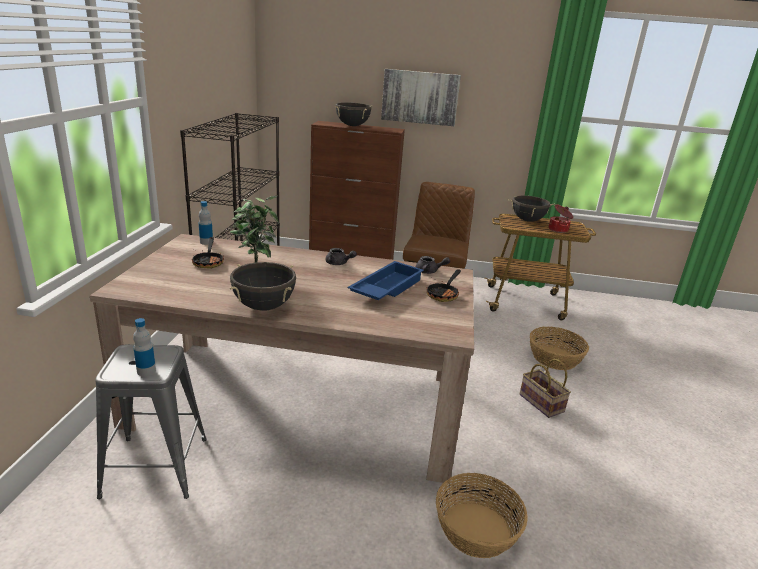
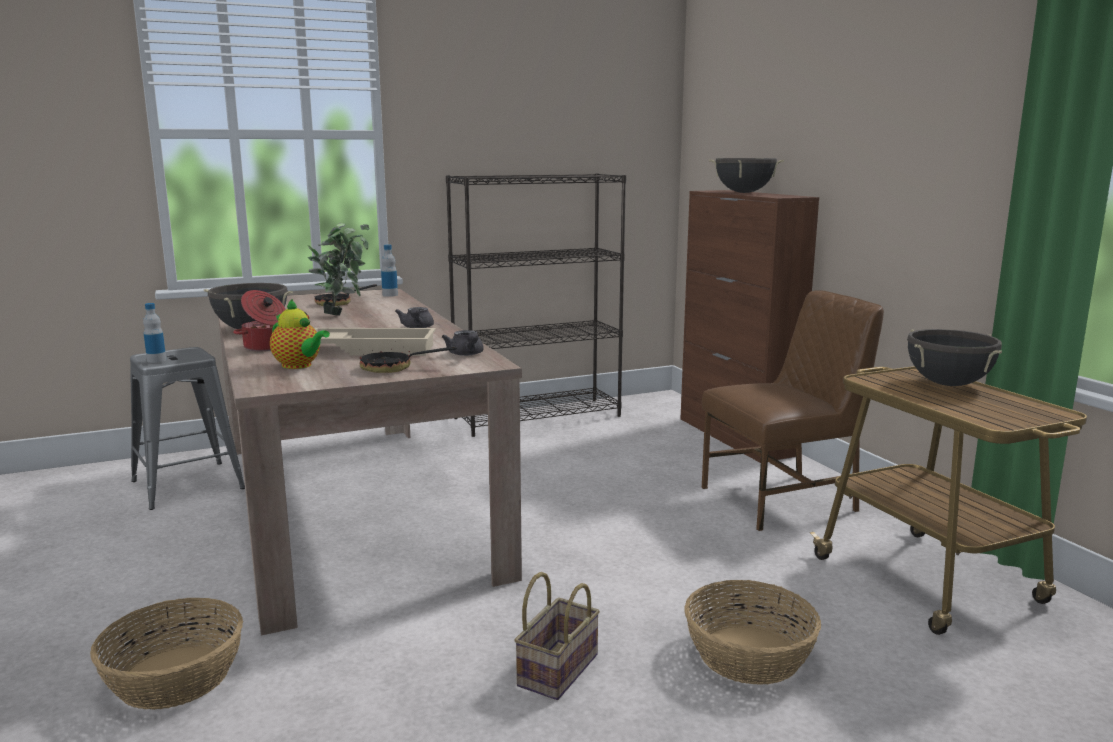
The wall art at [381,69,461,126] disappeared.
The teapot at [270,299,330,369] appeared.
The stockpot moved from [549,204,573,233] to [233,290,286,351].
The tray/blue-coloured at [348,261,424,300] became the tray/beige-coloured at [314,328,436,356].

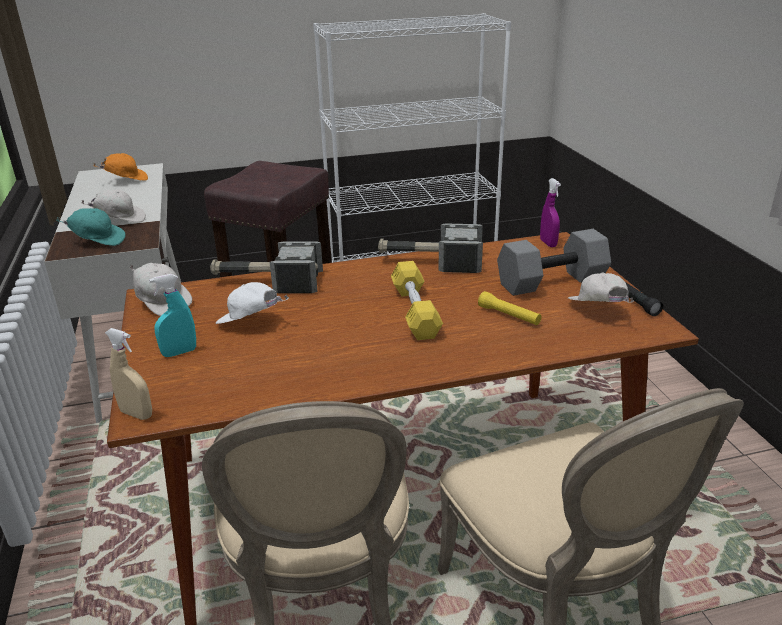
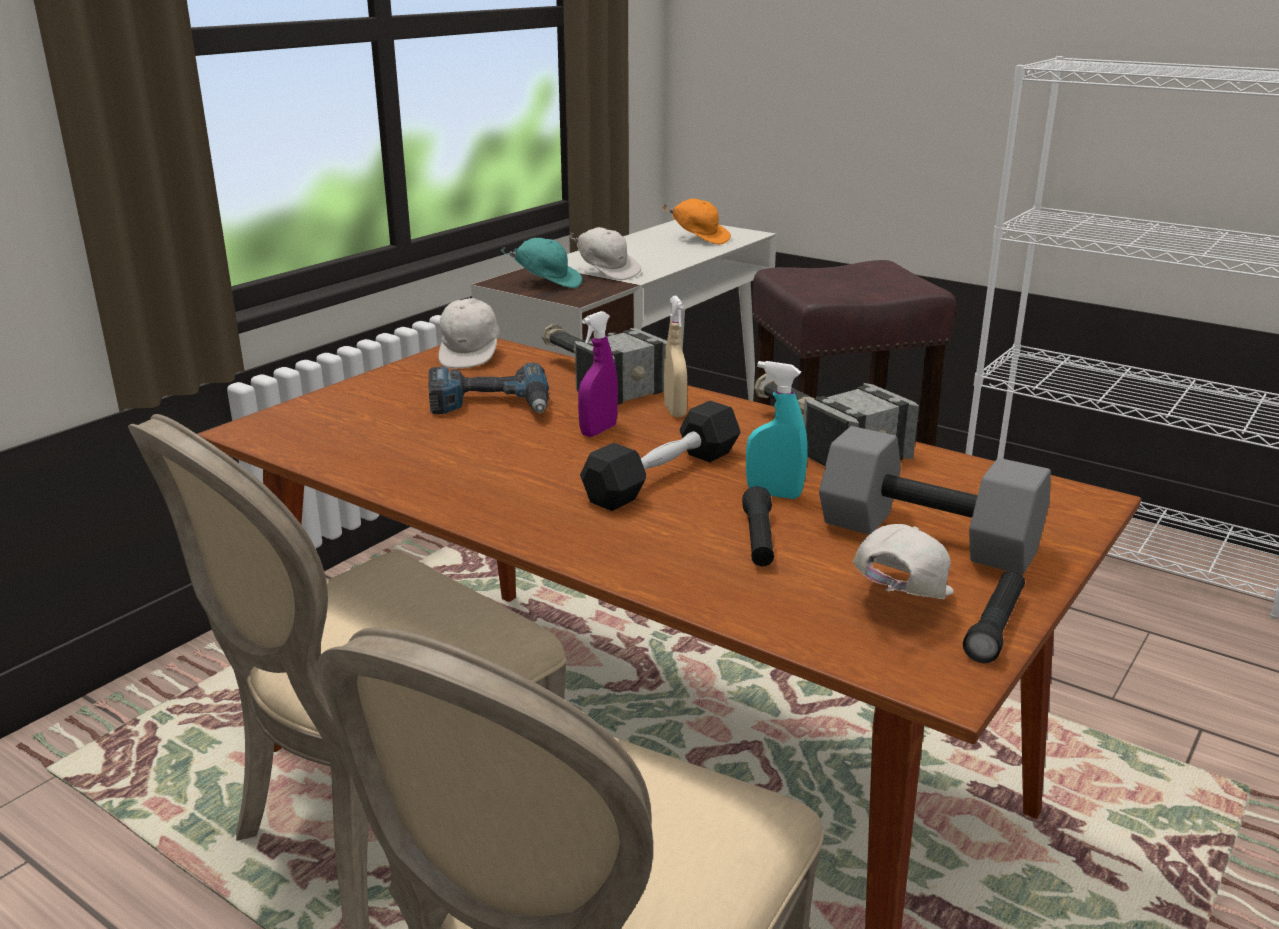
The spray bottle/beige-coloured moved from [105,328,152,420] to [664,296,687,417].
The spray bottle/blue-green moved from [149,274,196,357] to [746,361,808,499].
The spray bottle/purple-coloured moved from [540,178,561,247] to [578,311,618,437].
The peaked cap/white-coloured at [216,282,289,324] was replaced by the drill at [429,363,549,414].
The dumbbell/yellow-coloured at [391,261,443,340] became the dumbbell/blackish at [580,401,740,511].
The hand torch/yellow-coloured at [478,291,542,325] became the hand torch/blackish at [742,486,774,566].
The peaked cap/blue-green at [56,208,126,246] turned 45 degrees counterclockwise.

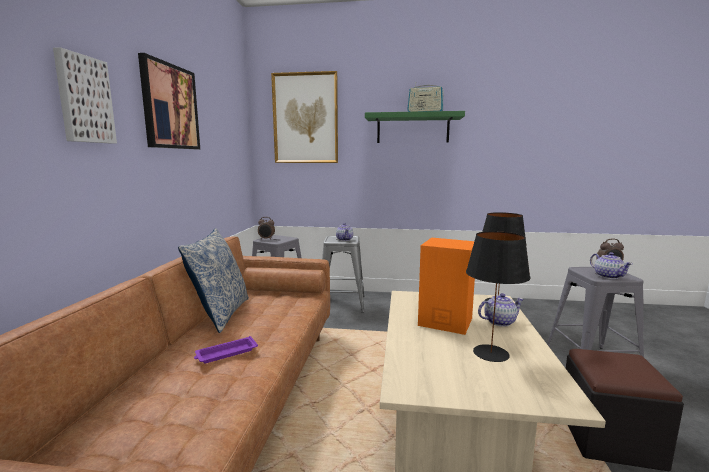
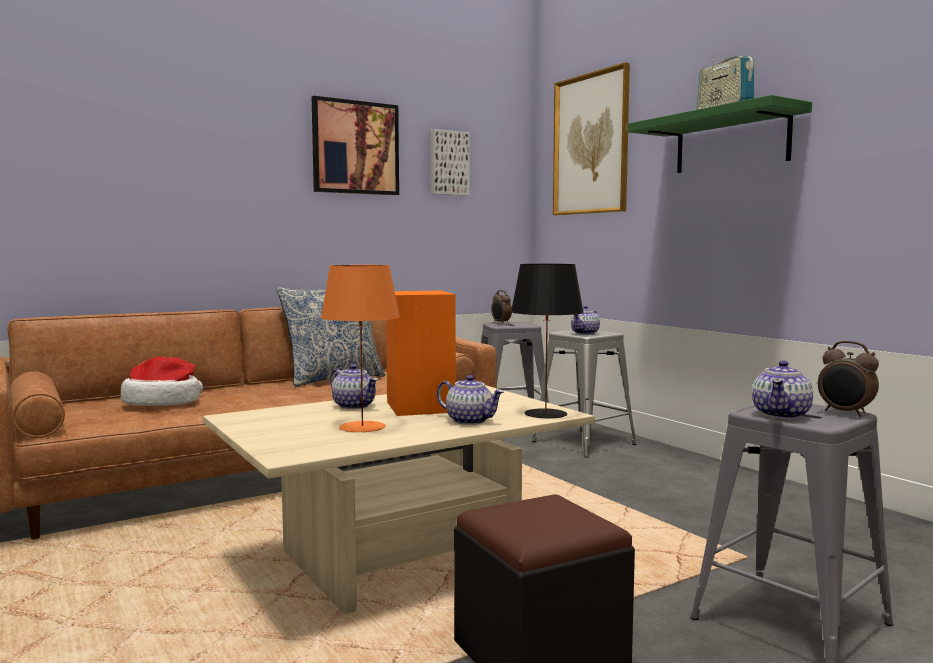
The tray/purple-coloured at [194,336,258,363] disappeared.
The hat at [121,356,203,406] appeared.
The teapot at [330,364,378,409] appeared.
The wall art moved from [53,47,117,143] to [431,129,470,196].
The tabletop lamp/blackish at [466,231,530,362] became the tabletop lamp/orangey at [321,265,400,432].

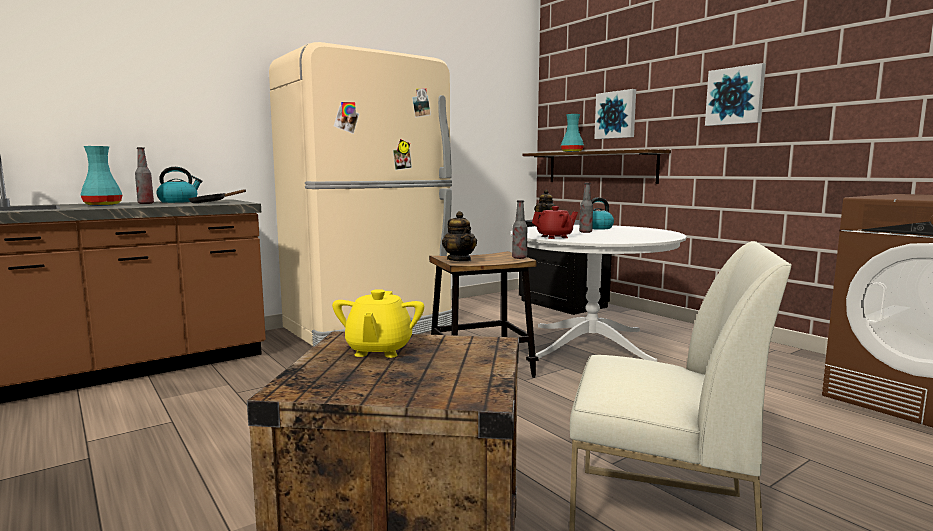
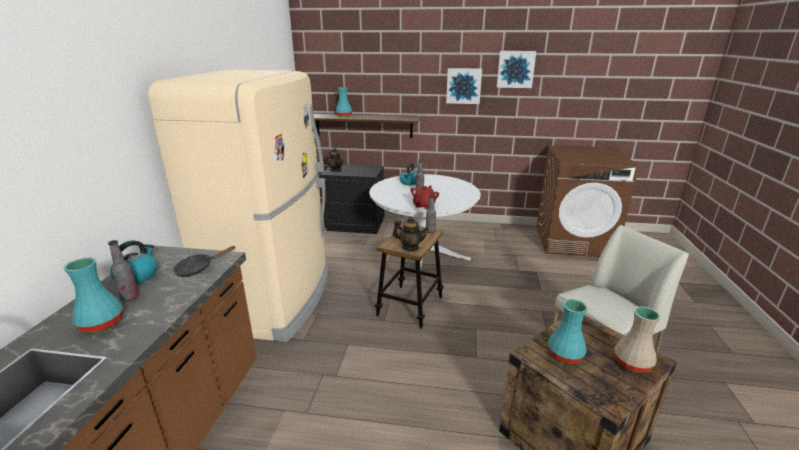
The vase/beige-coloured at [614,306,661,372] appeared.
The wall art moved from [594,89,636,139] to [497,51,536,88].
The teapot/yellow-coloured at [332,289,424,358] was replaced by the vase/blue-green at [548,299,588,363].

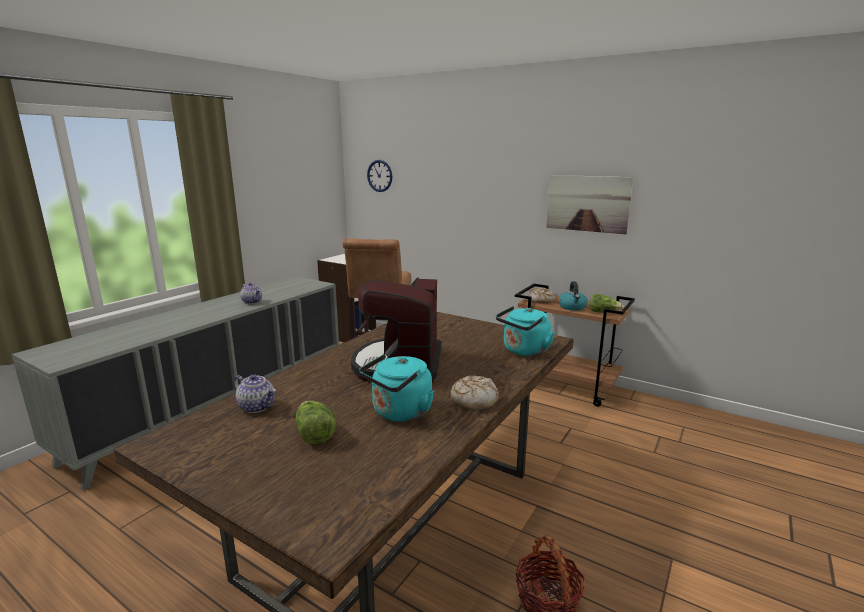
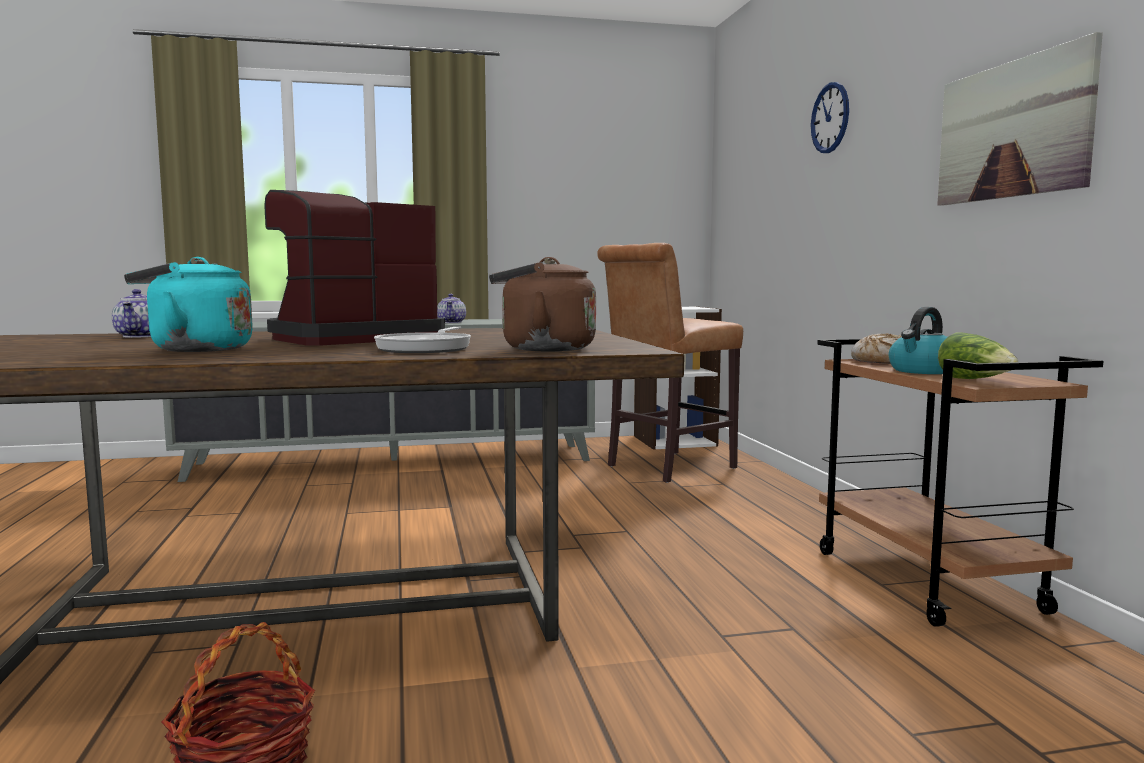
The head of lettuce at [295,401,337,444] disappeared.
The baked bread at [451,376,498,410] disappeared.
The pan at [374,327,471,353] appeared.
The hanging clock moved from [367,160,392,192] to [811,82,849,153].
The tea kettle/blue-green at [496,306,555,356] became the tea kettle/brown at [489,257,596,351].

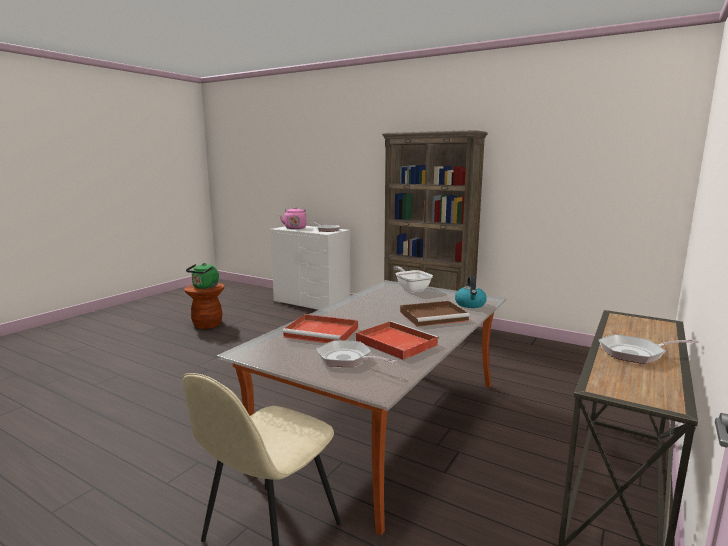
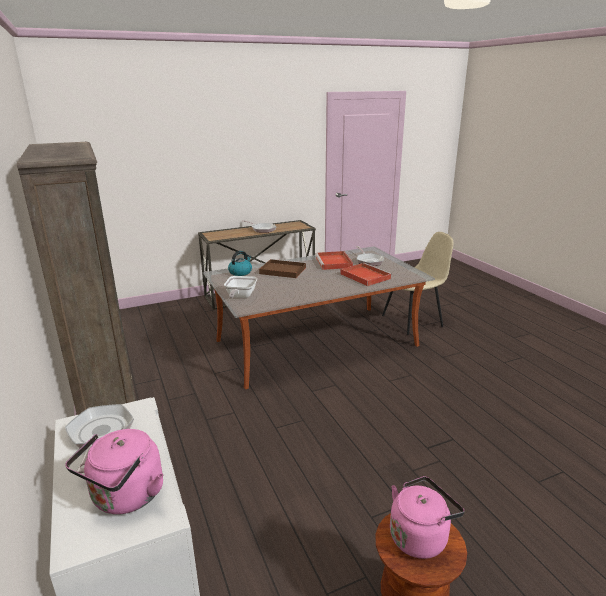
The tea kettle/greenish at [186,263,219,289] became the tea kettle/pink-coloured at [390,476,464,559].

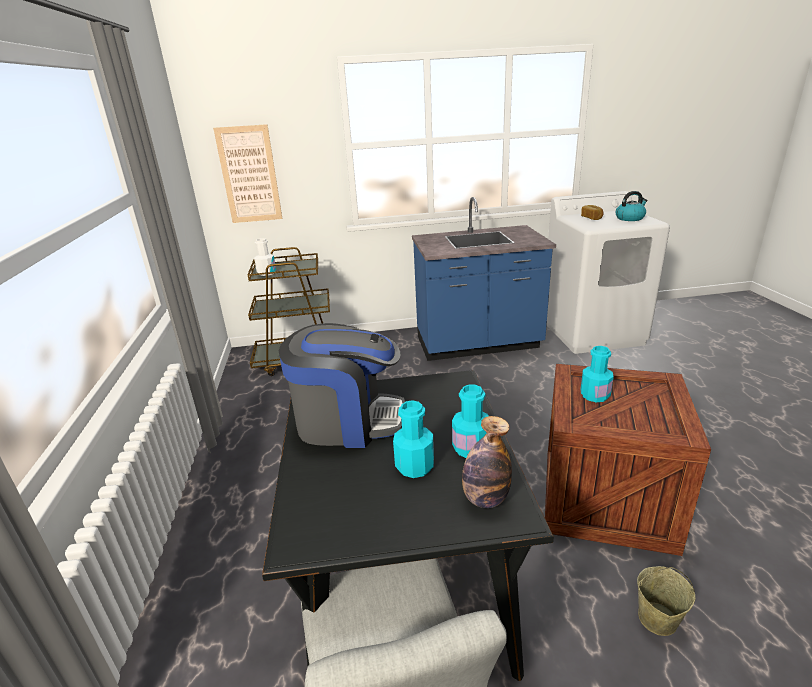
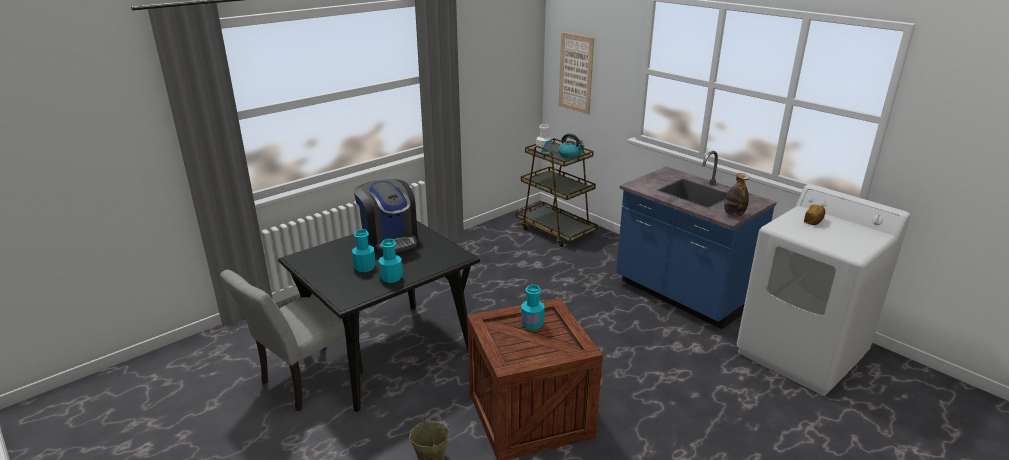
The beverage bottle moved from [462,416,512,508] to [724,173,749,217].
The tea kettle moved from [616,191,648,221] to [558,133,584,159].

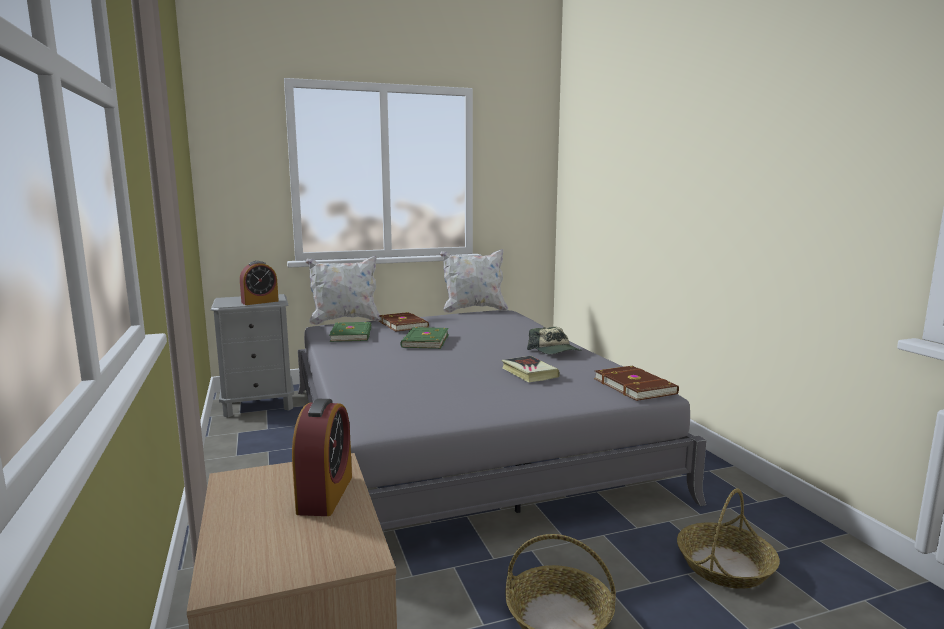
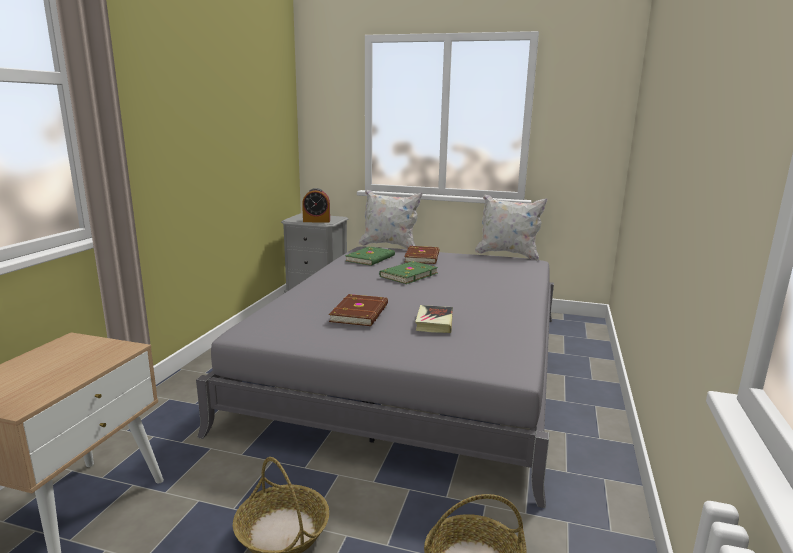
The alarm clock at [292,399,352,516] disappeared.
The peaked cap at [527,327,582,355] disappeared.
The volume/brown moved from [594,366,679,401] to [329,294,388,326].

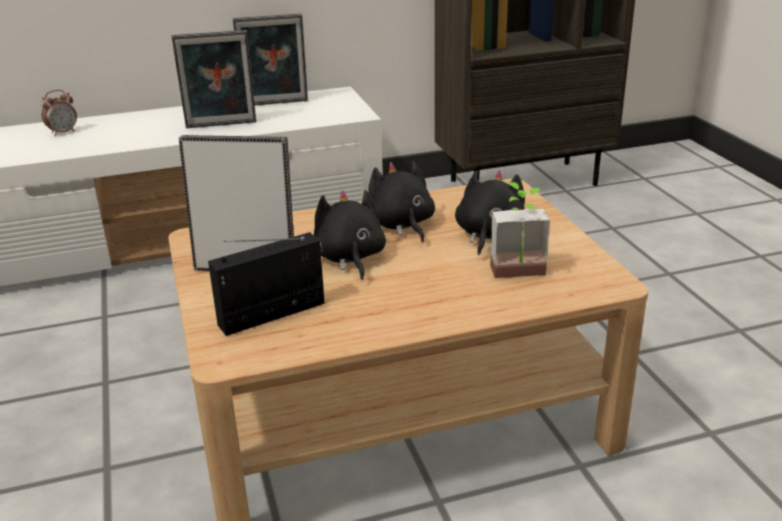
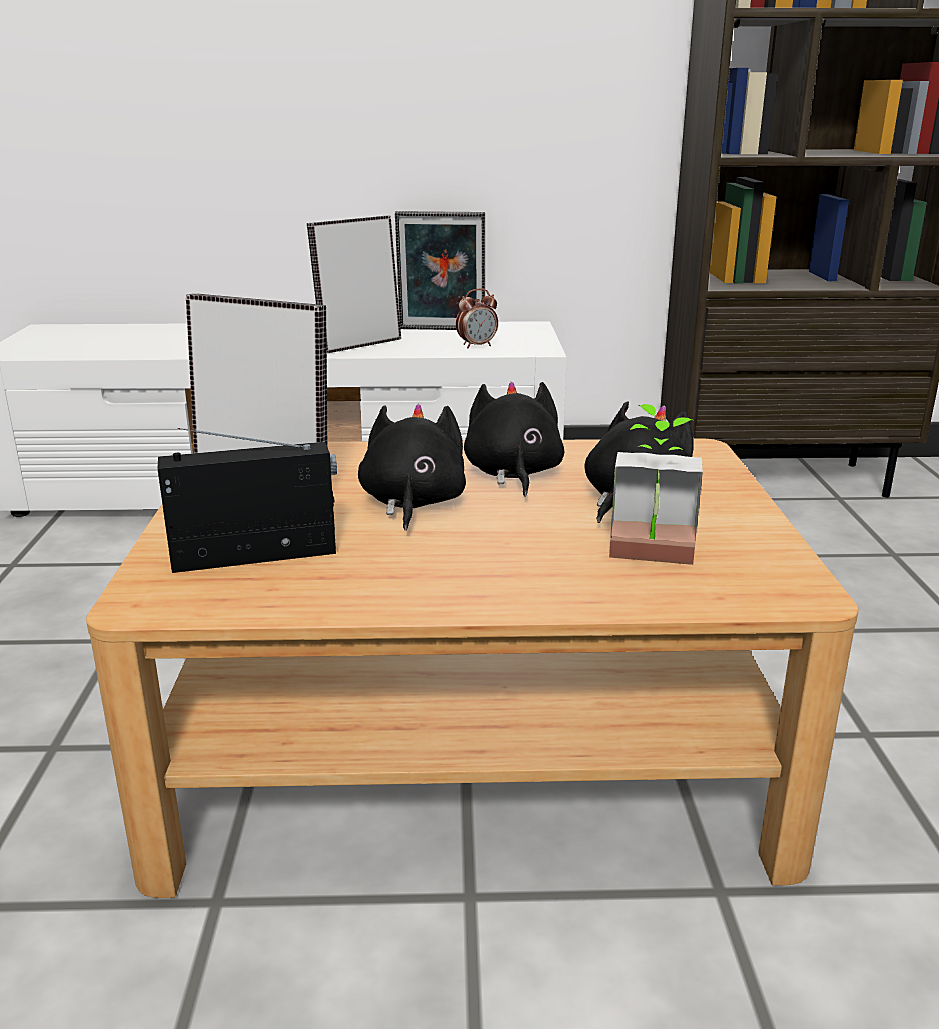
The alarm clock moved from [41,90,77,136] to [456,289,498,348].
The photo frame at [172,30,256,128] turned 135 degrees clockwise.

